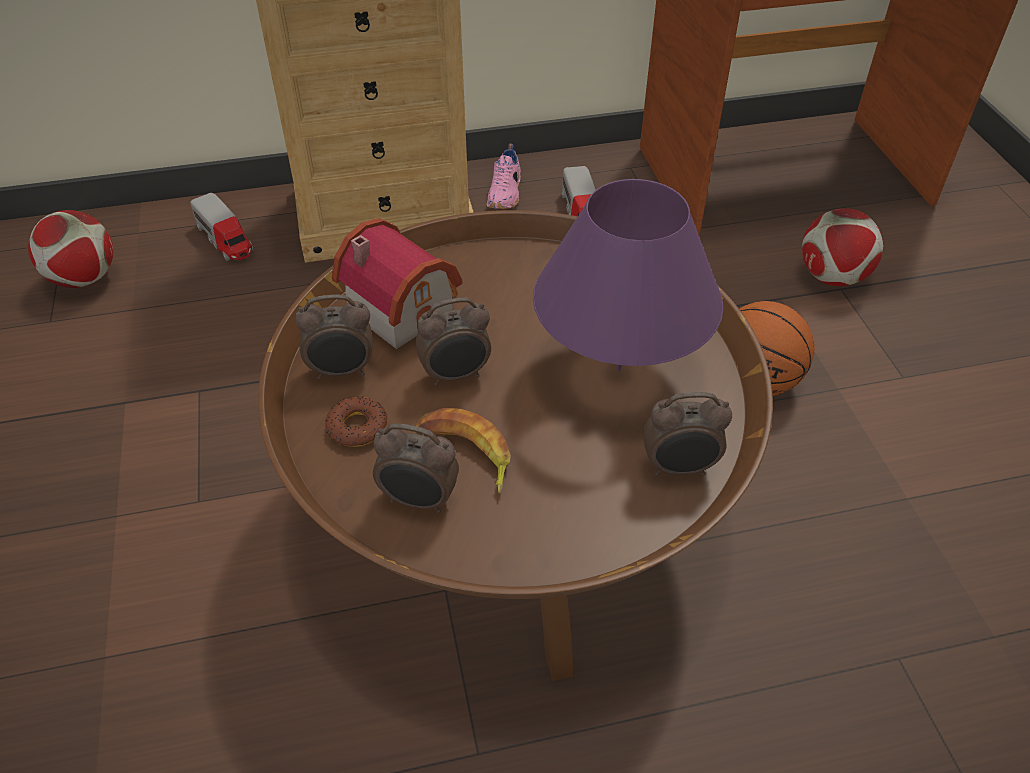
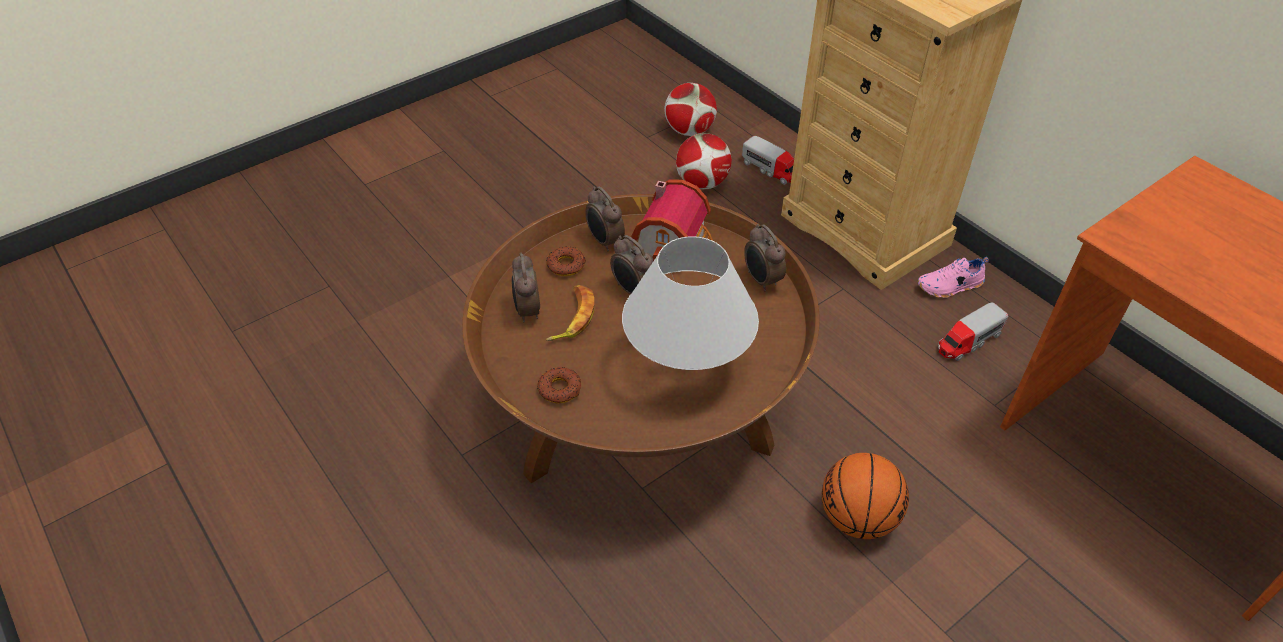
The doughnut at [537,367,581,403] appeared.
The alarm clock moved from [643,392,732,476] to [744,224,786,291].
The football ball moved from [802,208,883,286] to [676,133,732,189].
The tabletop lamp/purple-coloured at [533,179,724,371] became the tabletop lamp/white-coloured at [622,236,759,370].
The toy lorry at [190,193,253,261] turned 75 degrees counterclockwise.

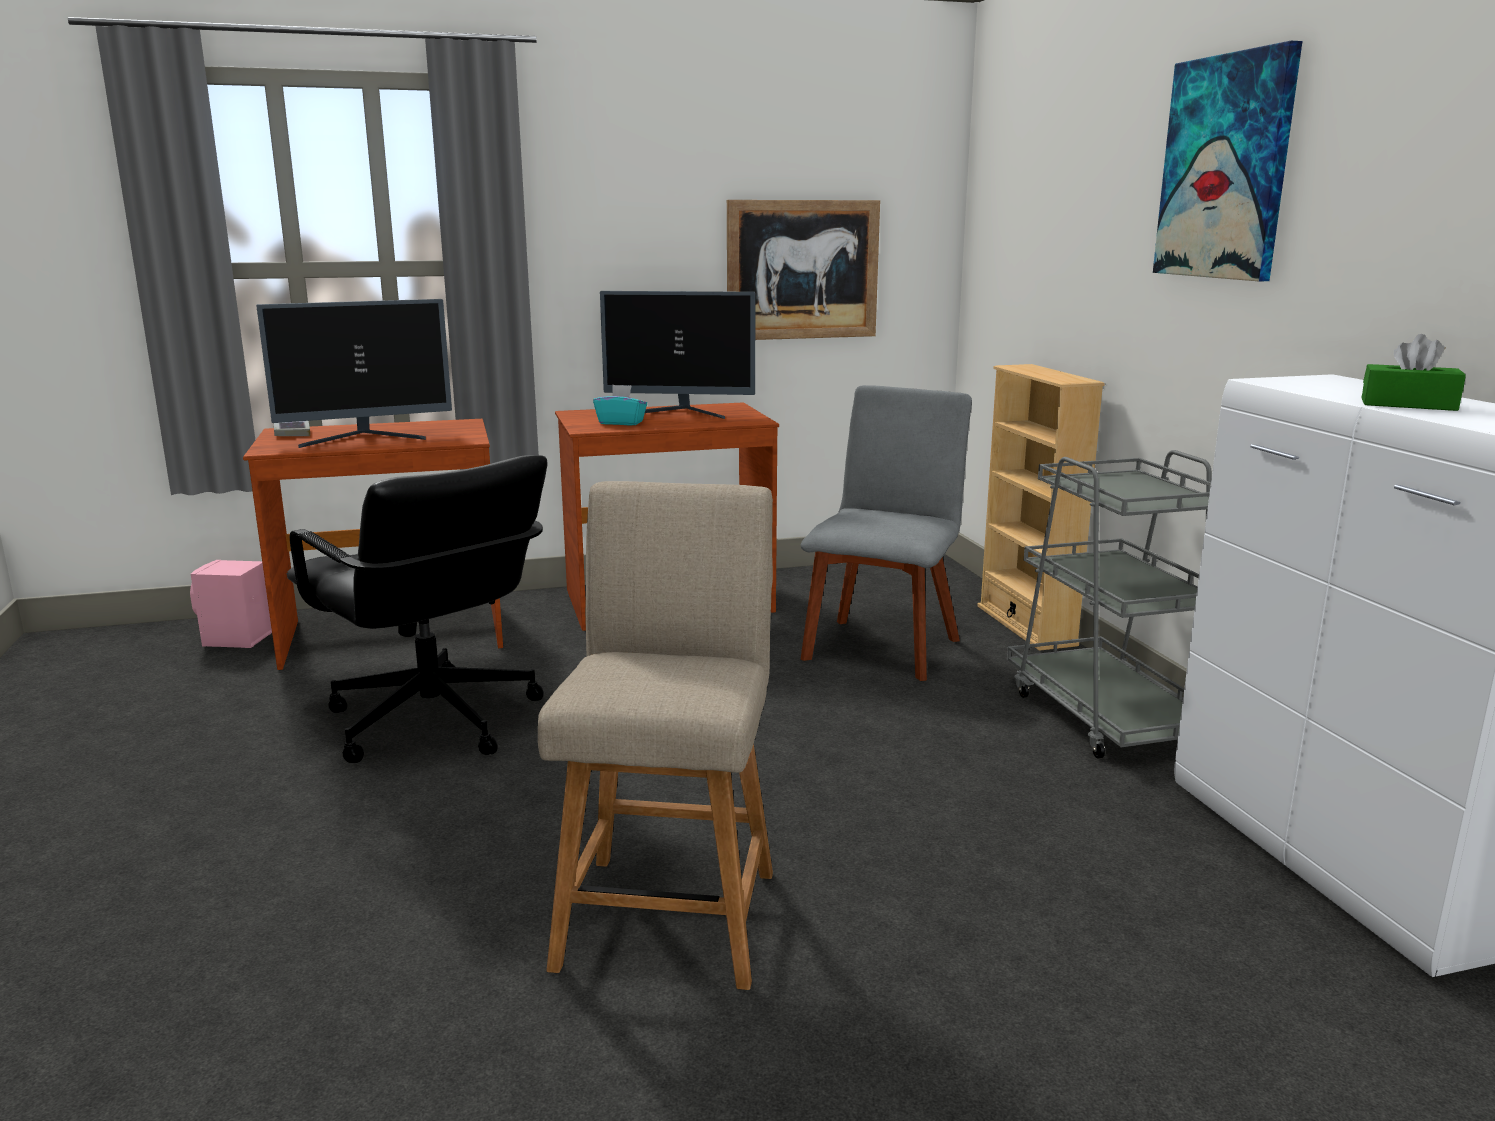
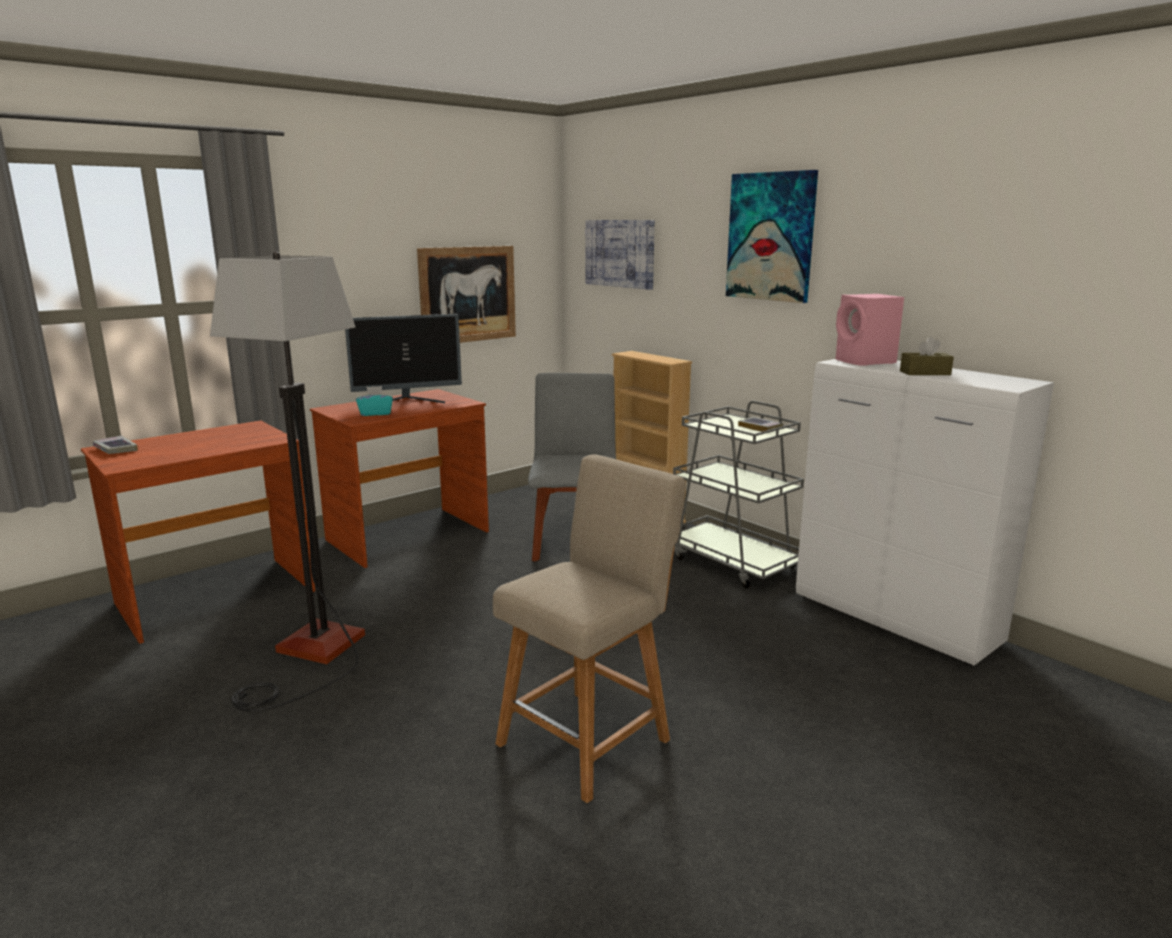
The computer display at [256,299,452,448] disappeared.
The wall art at [585,220,655,290] appeared.
The volume at [738,417,783,433] appeared.
The loudspeaker/pink-coloured moved from [190,560,272,648] to [836,294,904,366].
The desk chair/blackish at [287,455,547,763] was replaced by the floor lamp at [210,252,365,711].
The tissue holder/greenish at [1362,334,1466,411] became the tissue holder/brown at [900,336,954,375].
The plain chair/beige-coloured at [538,481,773,990] turned 60 degrees clockwise.

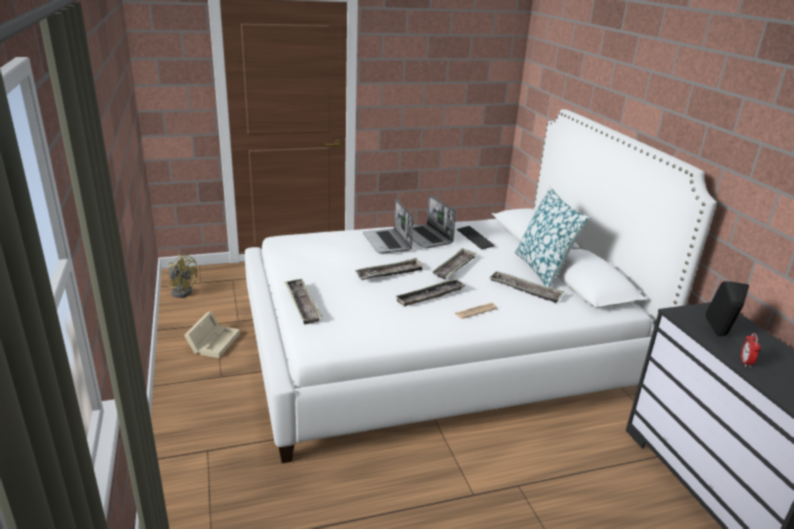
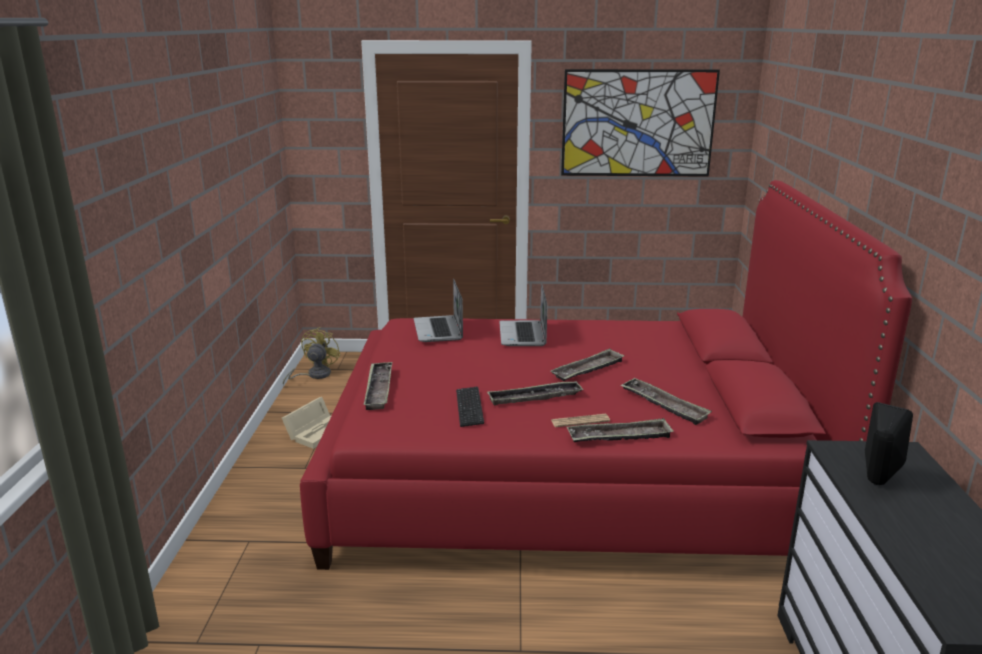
The pillow at [515,187,590,288] disappeared.
The alarm clock at [741,333,761,368] disappeared.
The wall art at [561,69,720,176] appeared.
The tray moved from [355,258,425,280] to [567,418,674,442].
The portable computer moved from [412,195,456,248] to [413,278,463,342].
The computer keyboard moved from [457,226,495,250] to [456,387,484,427].
The bedroom bed/white-coloured at [245,109,717,463] became the bedroom bed/red-coloured at [300,180,912,570].
The cooling fan/yellow-coloured at [167,254,198,298] turned 120 degrees counterclockwise.

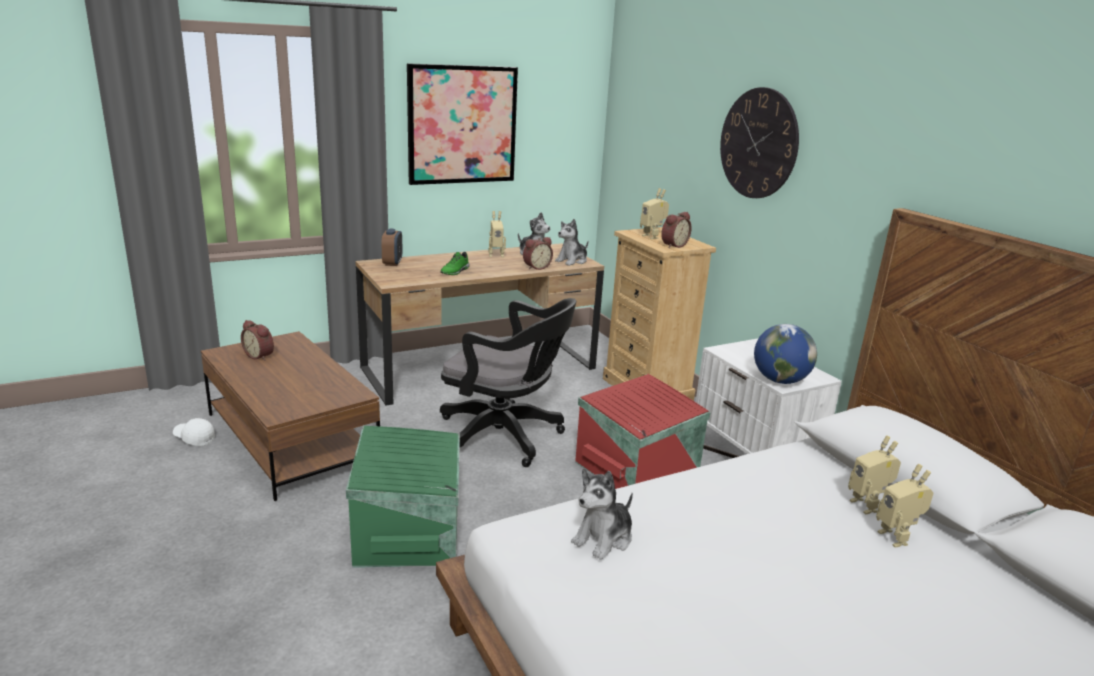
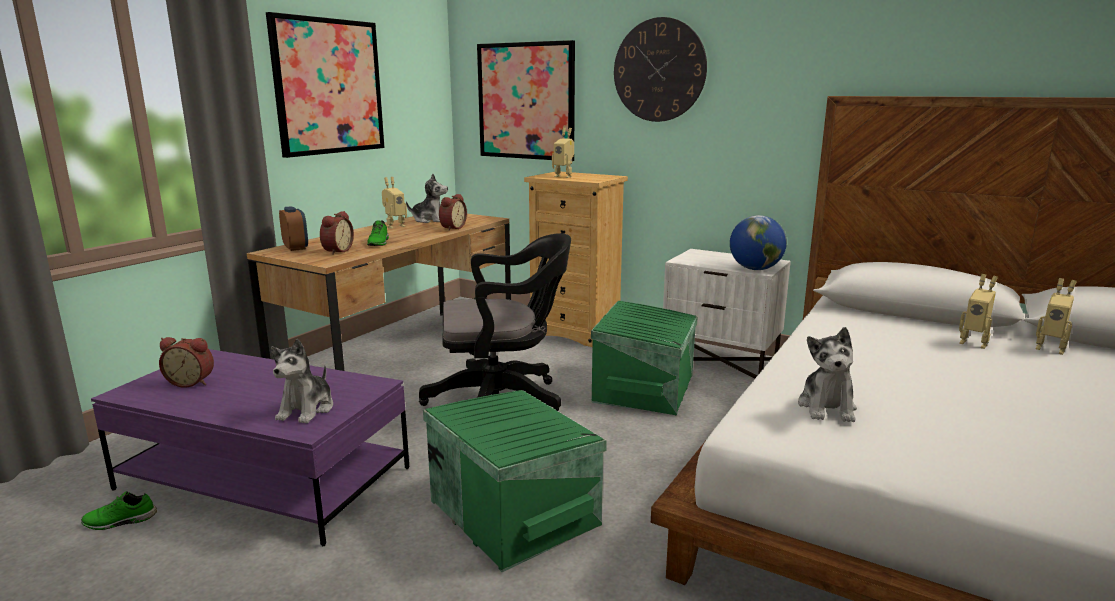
The wall art at [477,40,575,161] appeared.
The soft toy moved from [555,219,588,266] to [271,339,333,424].
The alarm clock moved from [661,212,692,248] to [320,211,354,255].
The model robot moved from [848,435,901,514] to [1036,278,1077,355].
The peaked cap/white-coloured at [173,418,215,446] was replaced by the low shoe/greenish at [81,491,157,530].
The low table/brown at [201,331,380,501] became the low table/purple-coloured at [91,349,409,546].
The storage bin/red-coloured at [575,374,711,489] became the storage bin/greenish at [591,301,698,415].

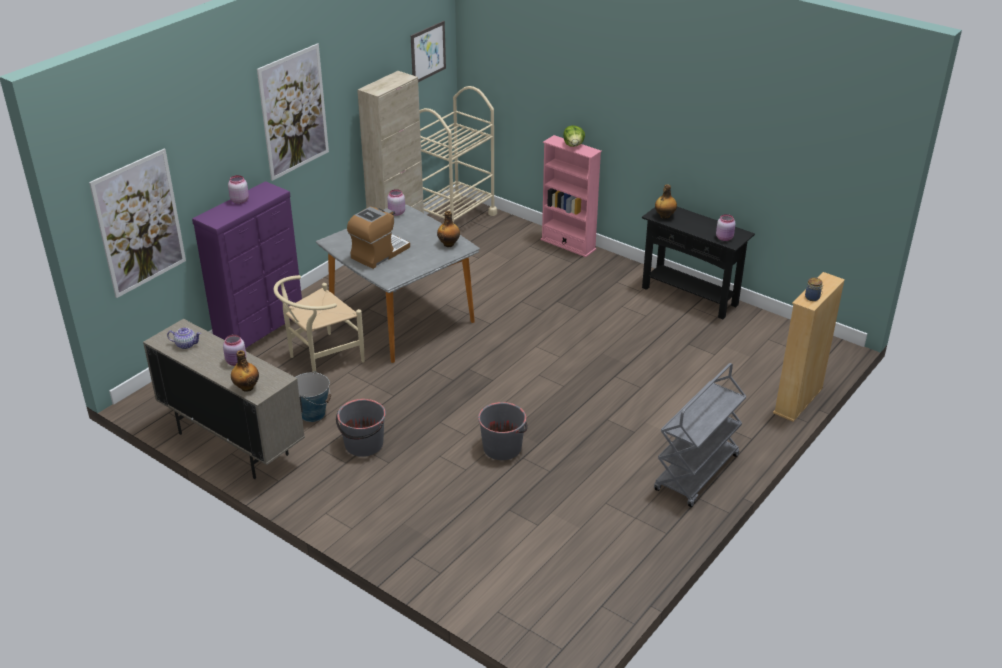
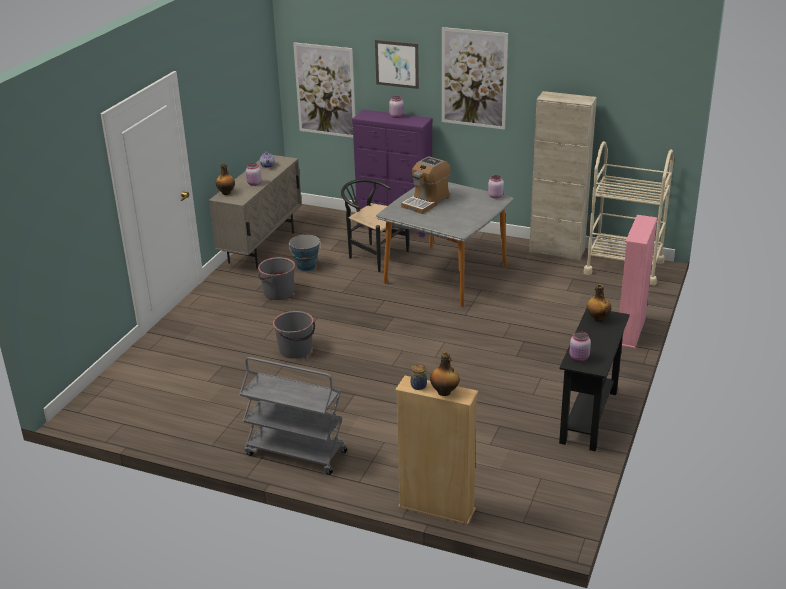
The head of lettuce at [563,125,585,147] disappeared.
The wall art moved from [411,21,446,82] to [375,40,419,89].
The beverage bottle moved from [437,211,460,247] to [430,352,459,396].
The plain chair/beige-coloured at [274,275,364,372] became the plain chair/blackish at [341,179,409,272].
The coffee brewer at [347,207,410,269] turned 105 degrees clockwise.

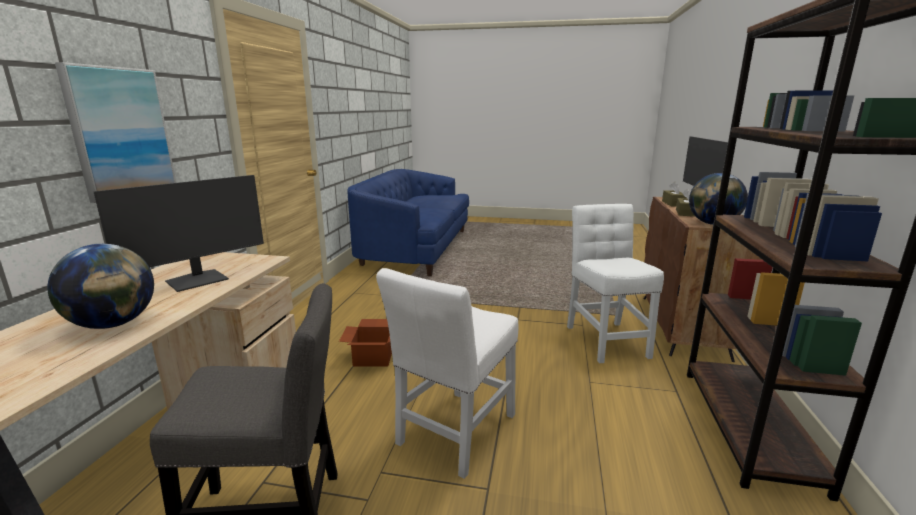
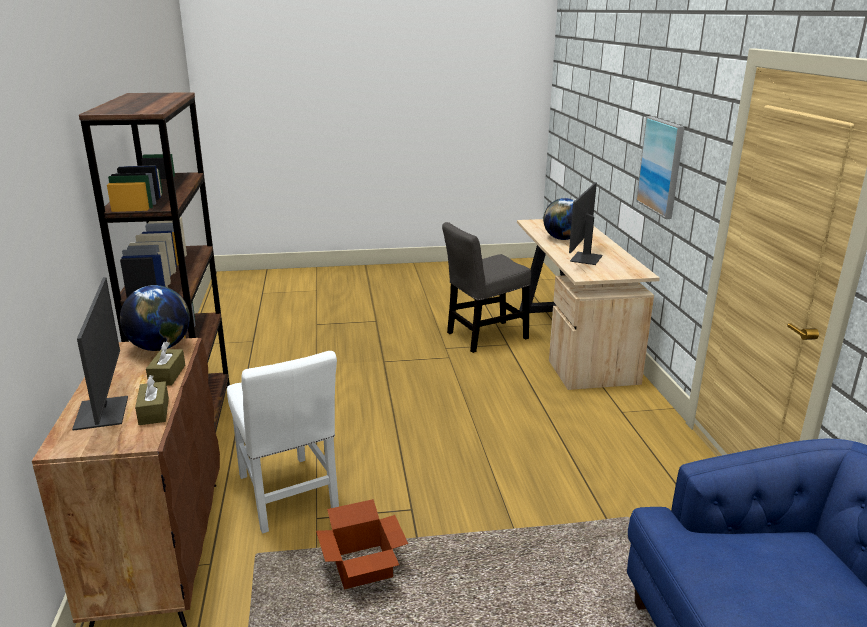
The plain chair/white-coloured at [376,268,518,479] disappeared.
The cardboard box moved from [339,319,392,366] to [316,499,408,589].

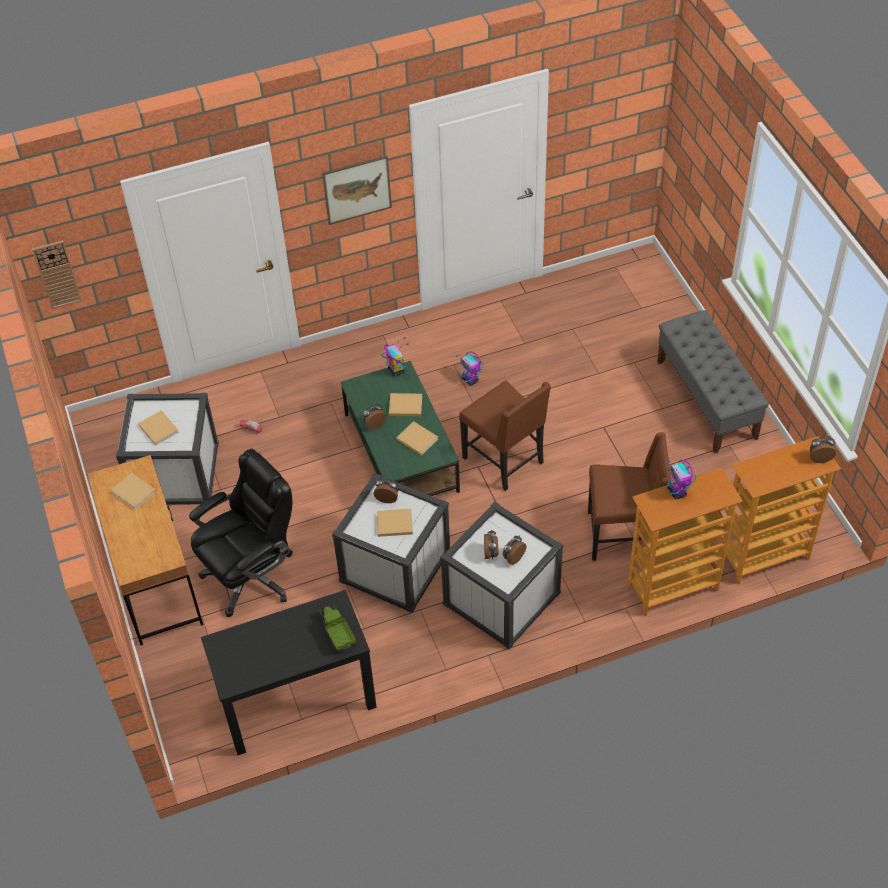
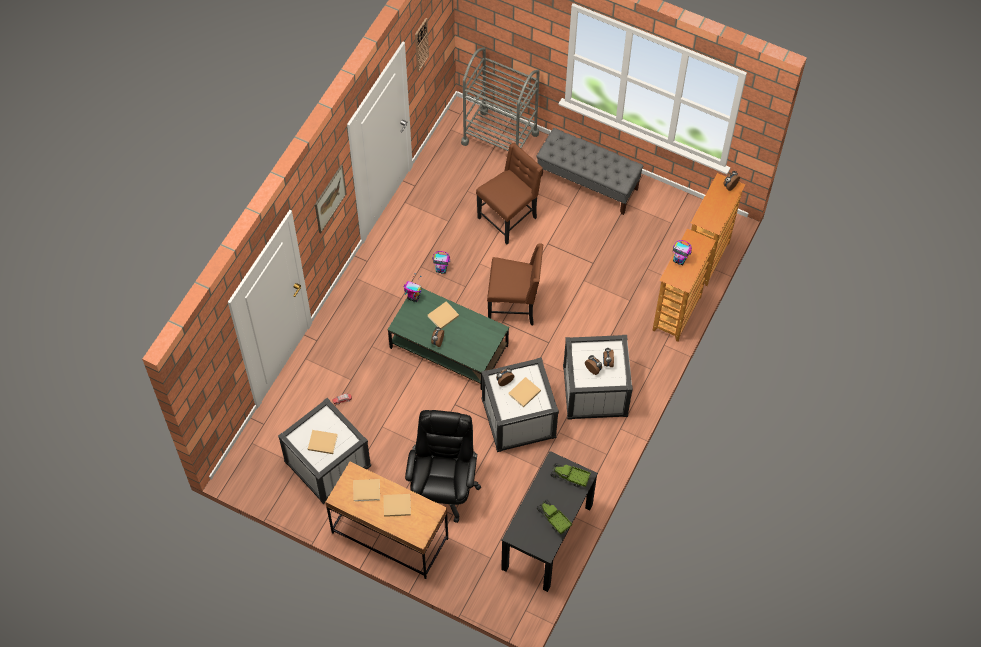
The wheeled cart/gray at [461,48,540,151] appeared.
The toy lorry at [536,499,572,534] appeared.
The hanging clock moved from [32,240,82,309] to [415,18,429,72].
The volume/beige-coloured moved from [396,421,438,456] to [384,494,411,517].
The plain chair/brown moved from [588,432,671,561] to [476,143,543,245].

